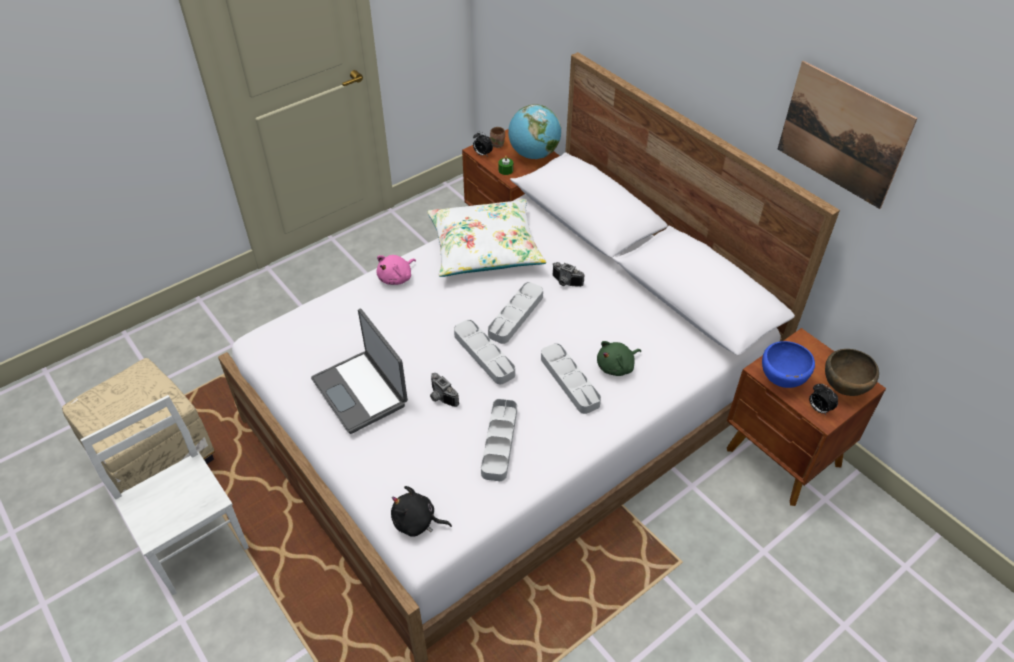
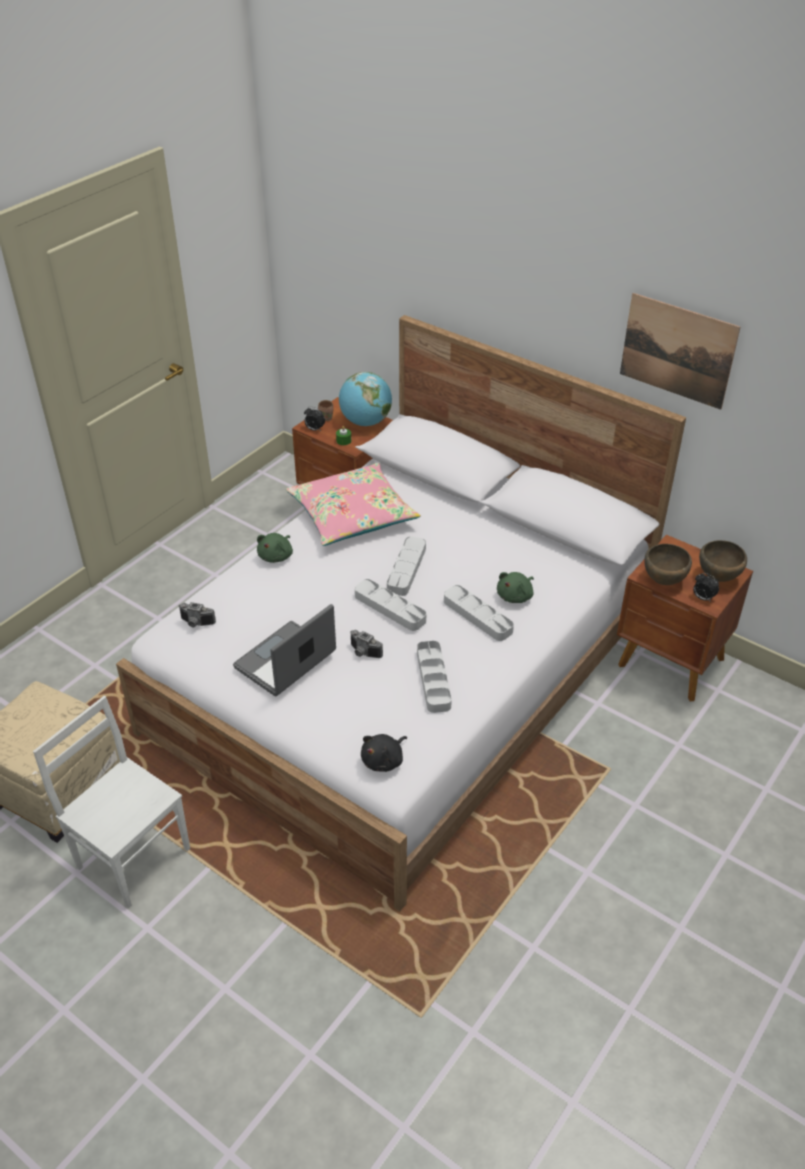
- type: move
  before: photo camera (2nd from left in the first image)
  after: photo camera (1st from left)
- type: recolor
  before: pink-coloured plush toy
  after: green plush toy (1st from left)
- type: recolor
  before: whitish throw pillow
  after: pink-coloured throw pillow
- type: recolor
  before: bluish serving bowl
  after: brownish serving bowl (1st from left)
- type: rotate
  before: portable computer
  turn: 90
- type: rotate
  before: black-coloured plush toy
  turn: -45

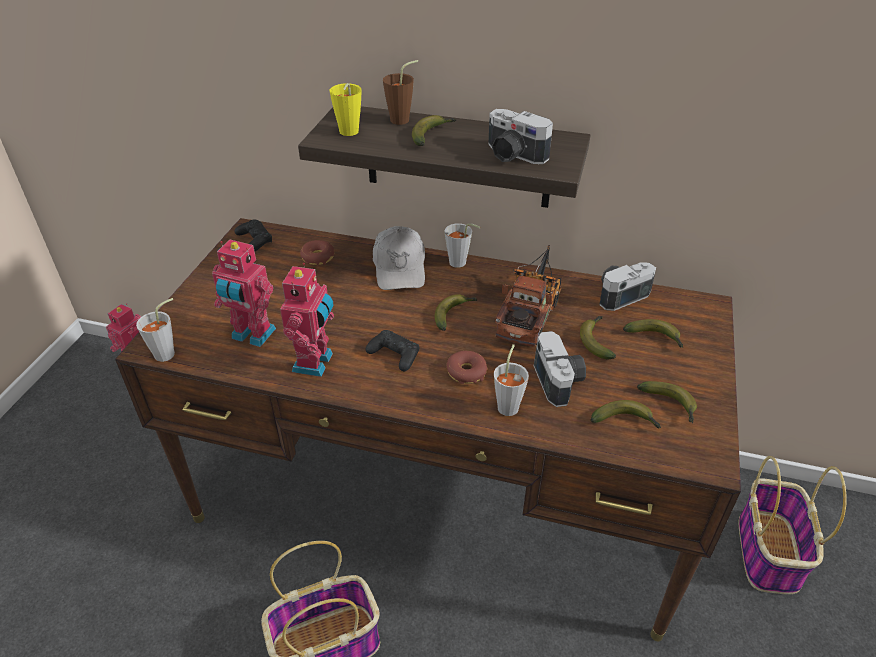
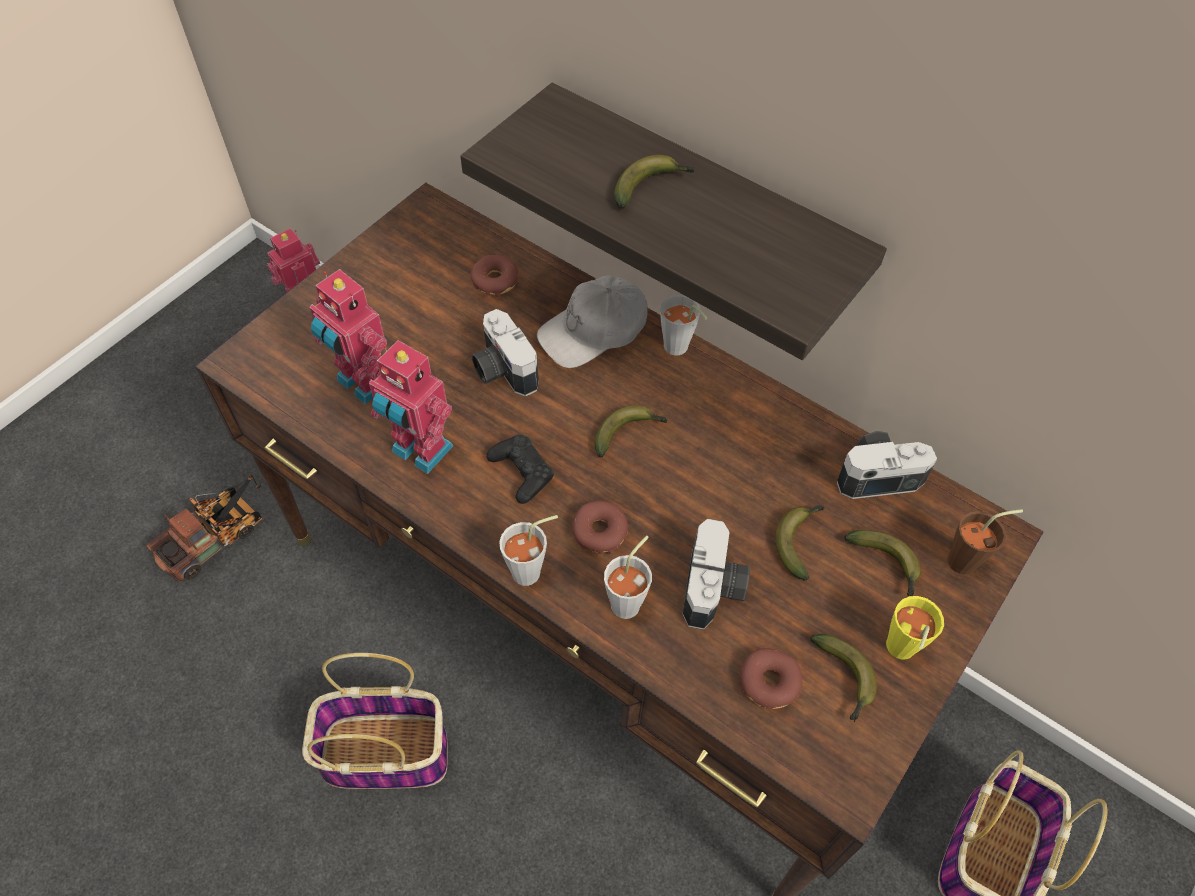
- type: delete
  before: black-coloured game controller (1st from left)
- type: move
  before: grey cup (1st from left)
- type: move
  before: yellow cup
- type: move
  before: brownish cup
- type: move
  before: photo camera (1st from left)
- type: move
  before: toy lorry
- type: replace
  before: whole banana (4th from left)
  after: ring doughnut (3rd from left)
- type: rotate
  before: toy robot (3rd from left)
  turn: 90
- type: rotate
  before: whitish cap
  turn: 45

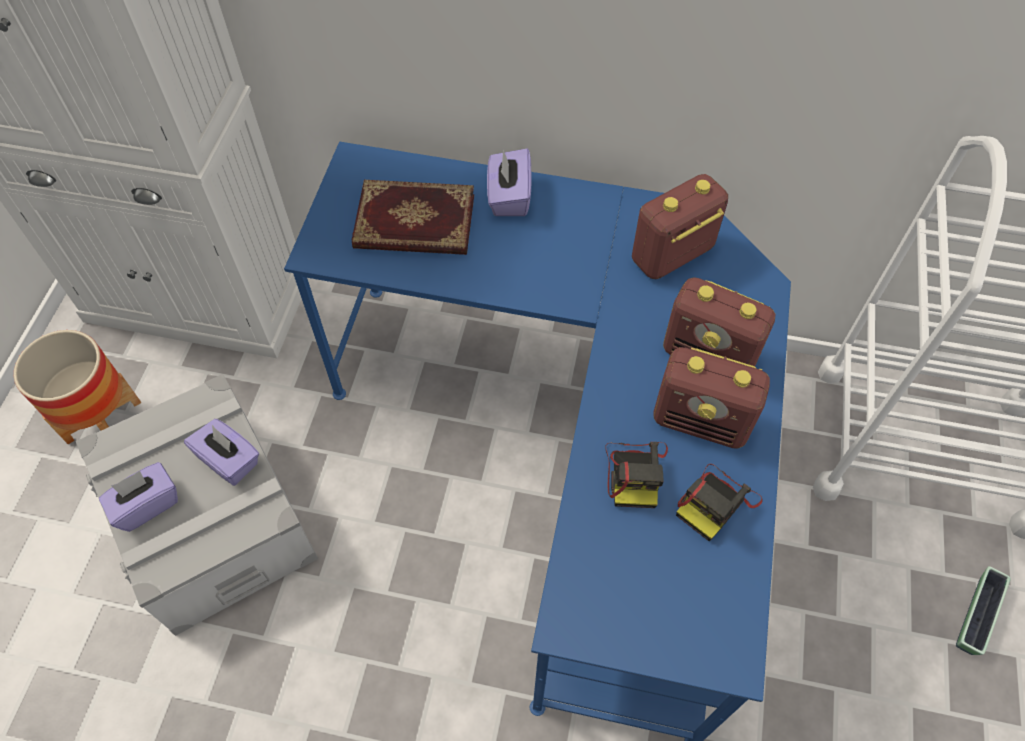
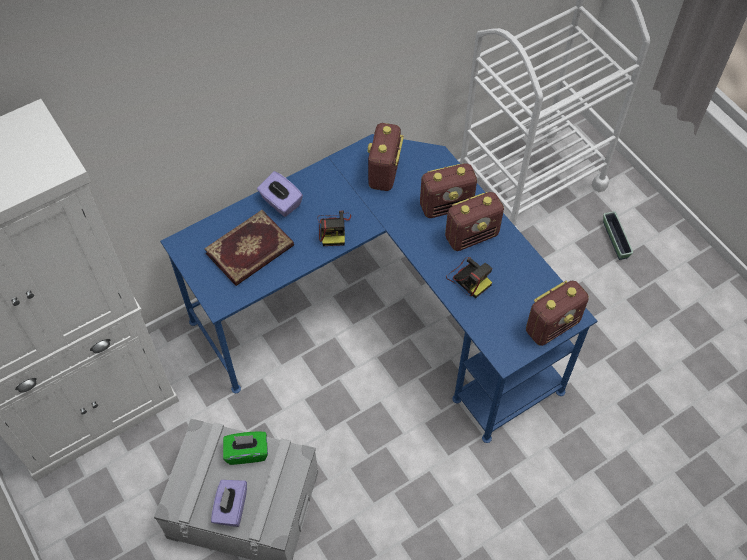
- type: delete
  before: plant pot (1st from left)
- type: insert
  after: radio (4th from left)
- type: move
  before: photo camera (2nd from left in the first image)
  after: photo camera (1st from left)
- type: recolor
  before: purple box of tissues (2nd from left)
  after: green box of tissues

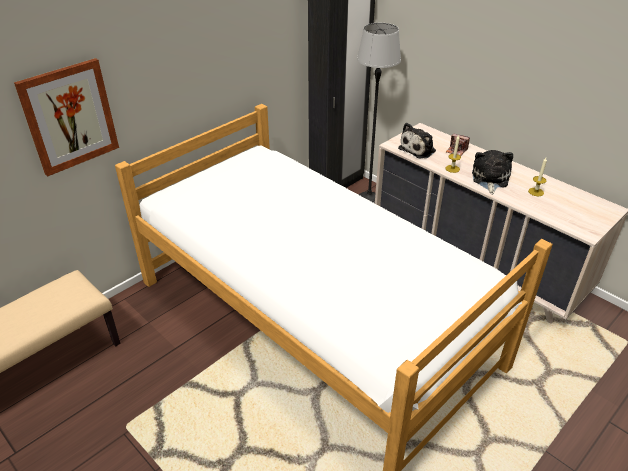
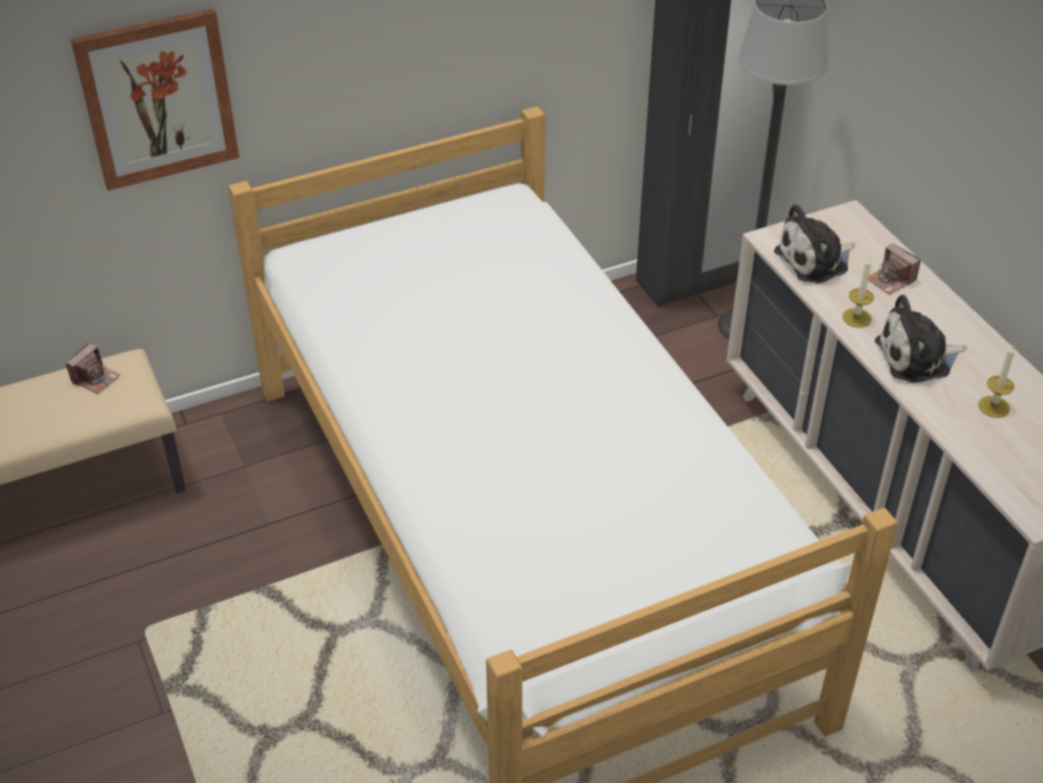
- type: insert
  after: photo camera (1st from left)
- type: rotate
  before: plush toy (2nd from left)
  turn: -135

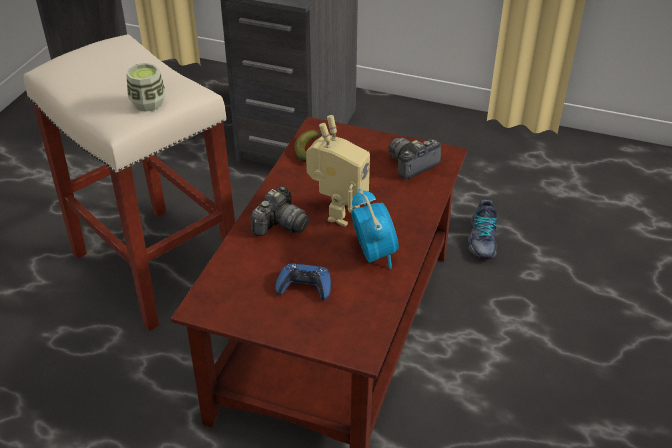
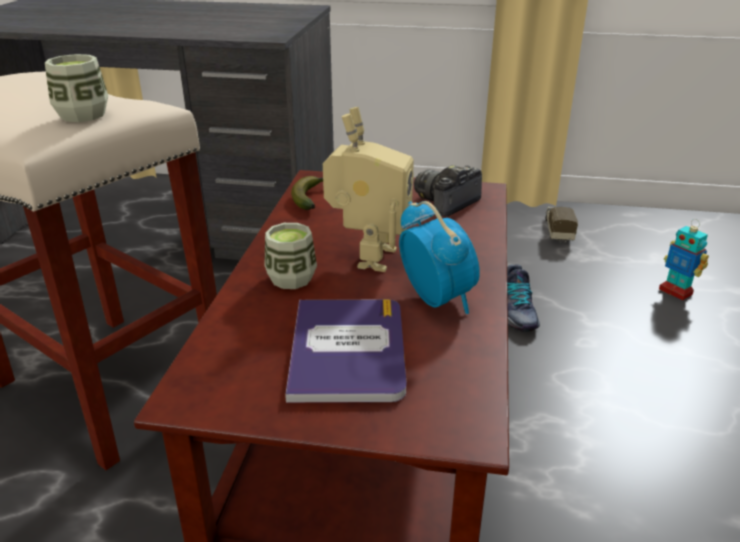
- type: insert
  after: toy lorry
- type: insert
  after: toy robot (2nd from left)
- type: replace
  before: photo camera (1st from left)
  after: cup (2nd from left)
- type: replace
  before: bluish game controller
  after: bound book

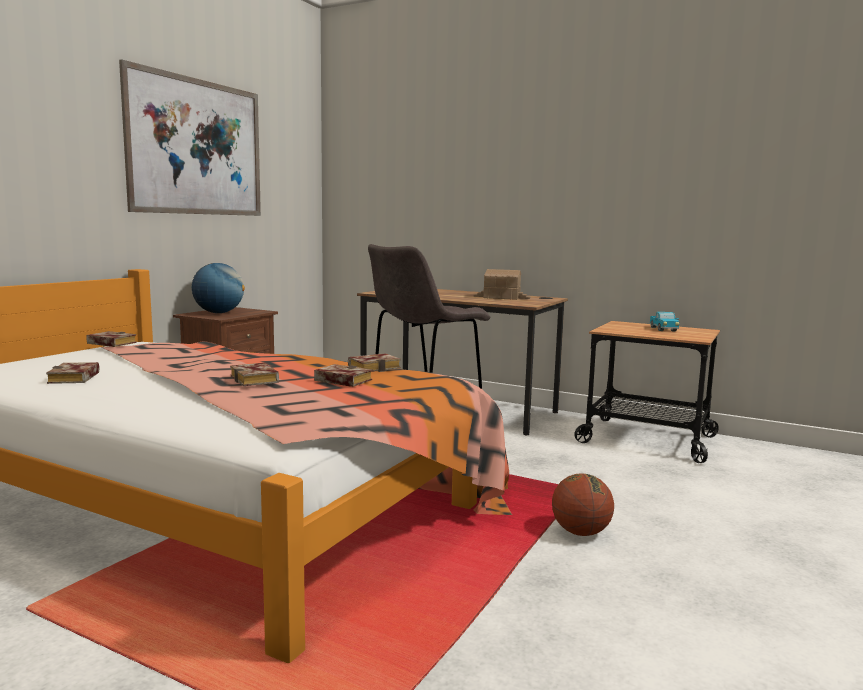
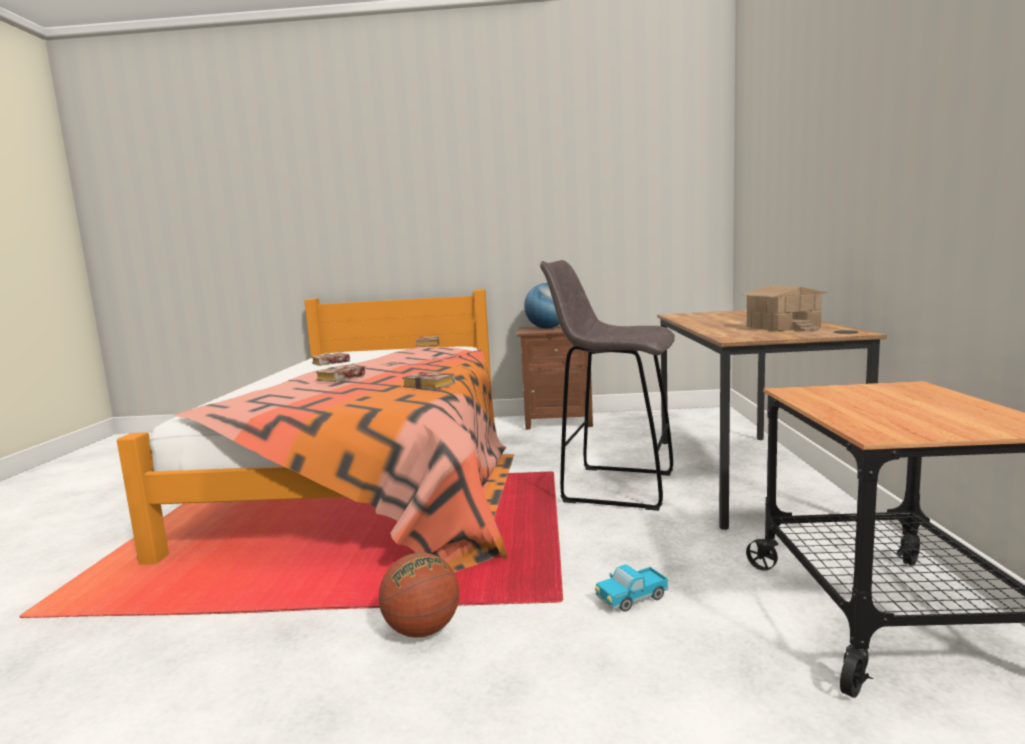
- type: delete
  before: picture
- type: delete
  before: bound book (4th from left)
- type: move
  before: toy lorry

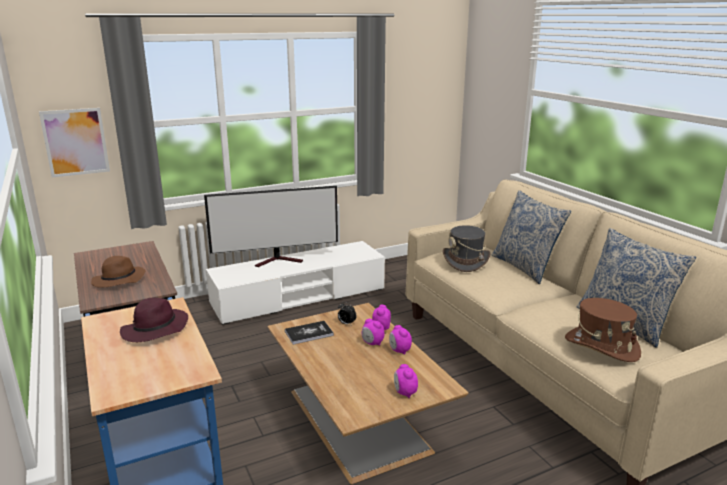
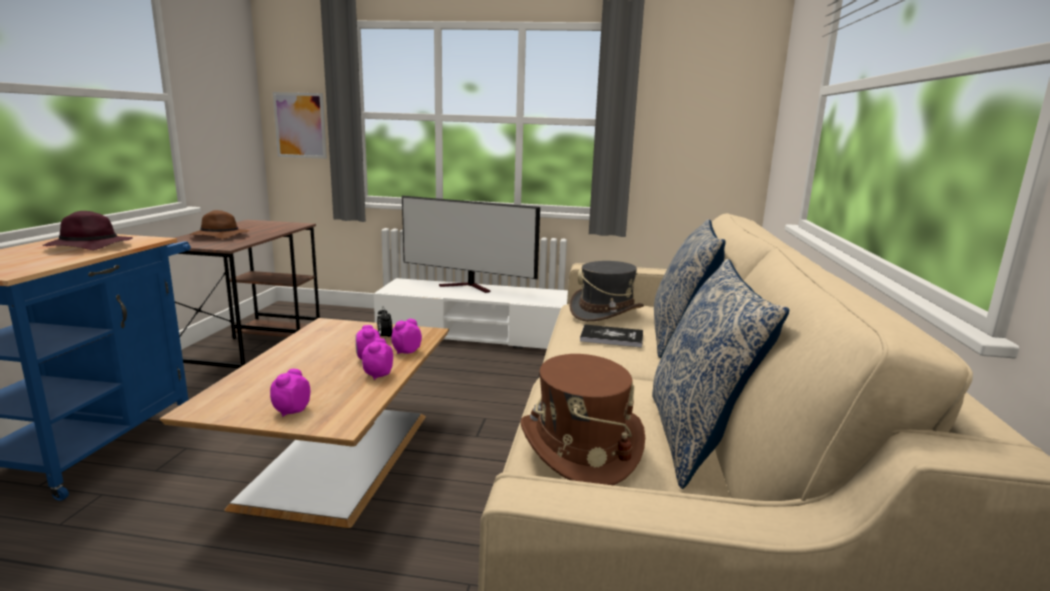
- type: move
  before: bound book

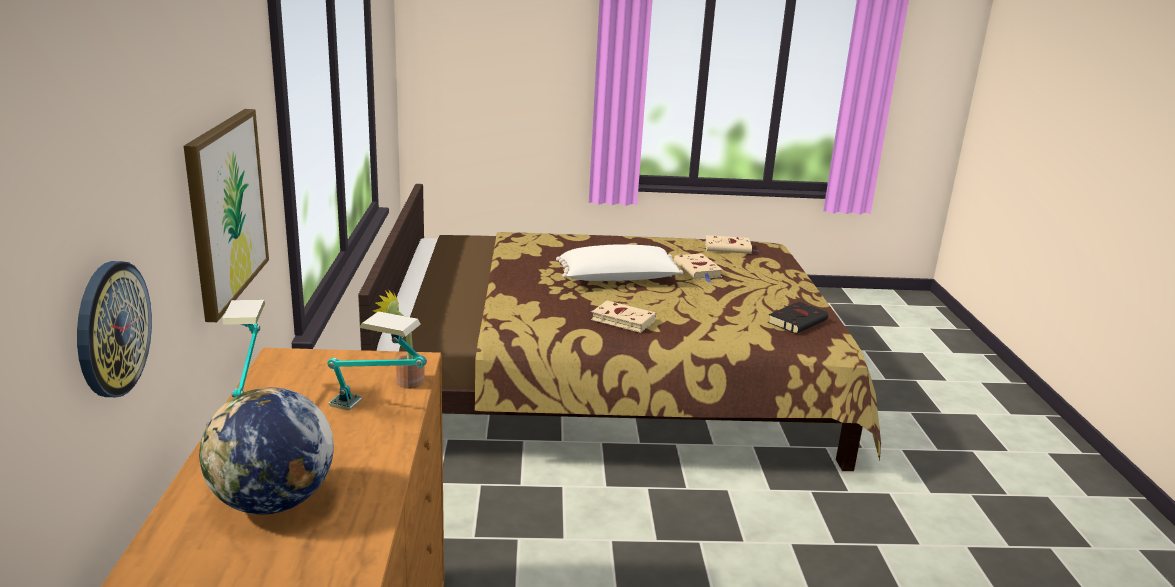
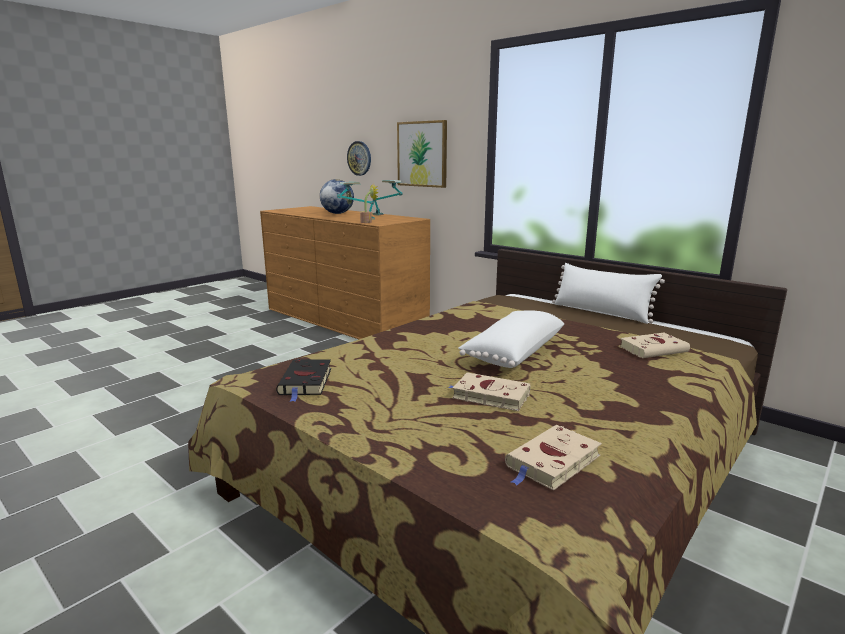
- type: insert
  after: whitish throw pillow (2nd from left)
- type: move
  before: sand-coloured bound book (1st from left in the first image)
  after: sand-coloured bound book (3rd from left)

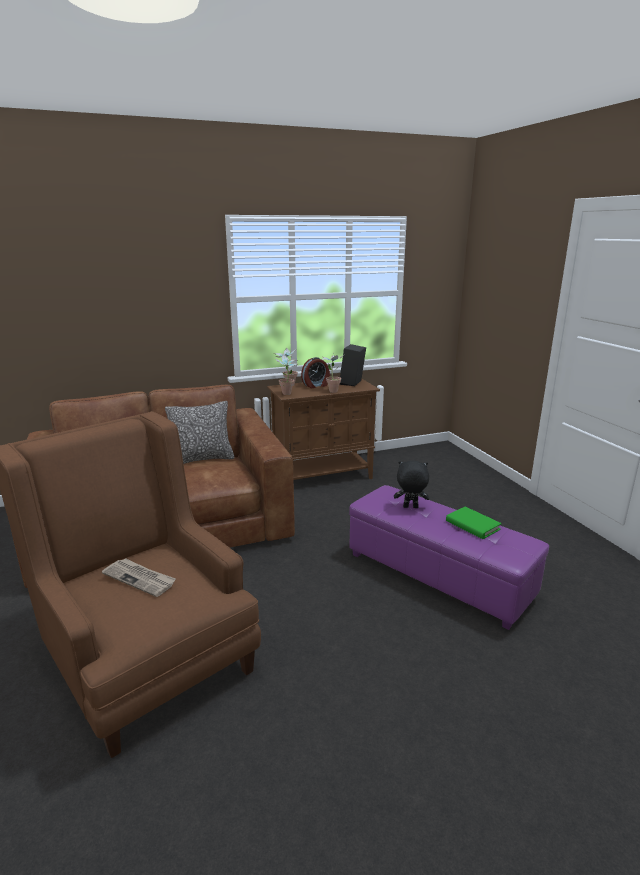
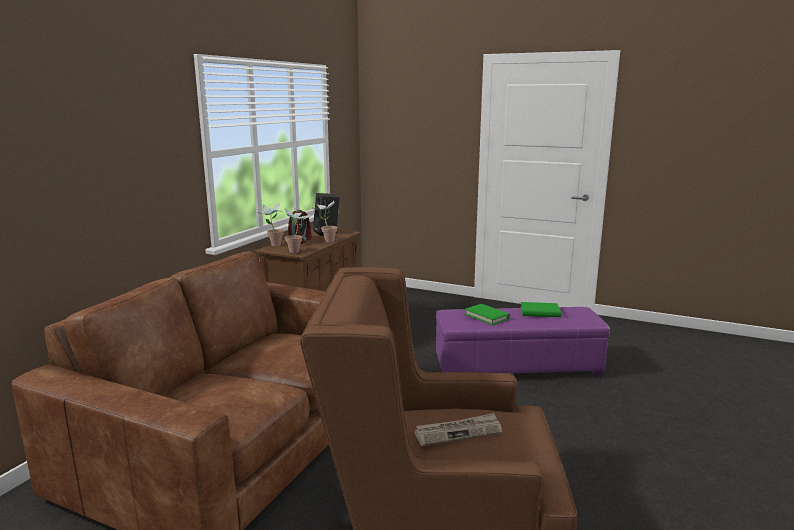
- type: delete
  before: throw pillow
- type: replace
  before: black-coloured plush toy
  after: green bound book (1st from left)

